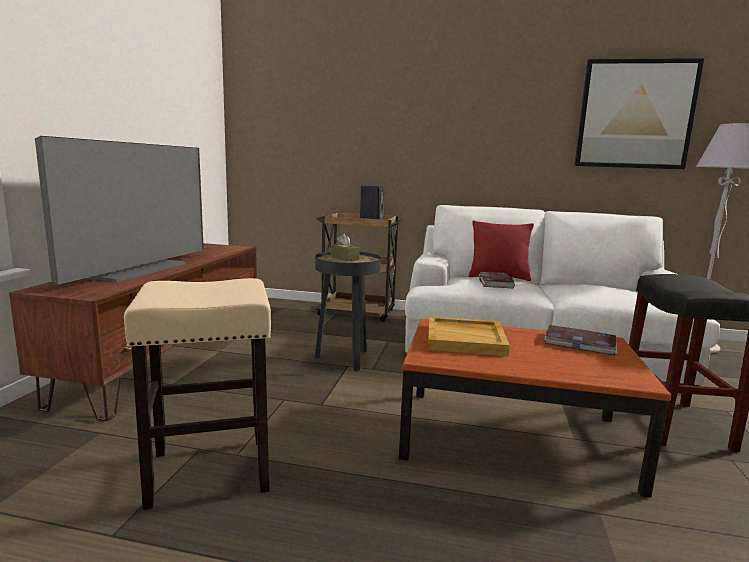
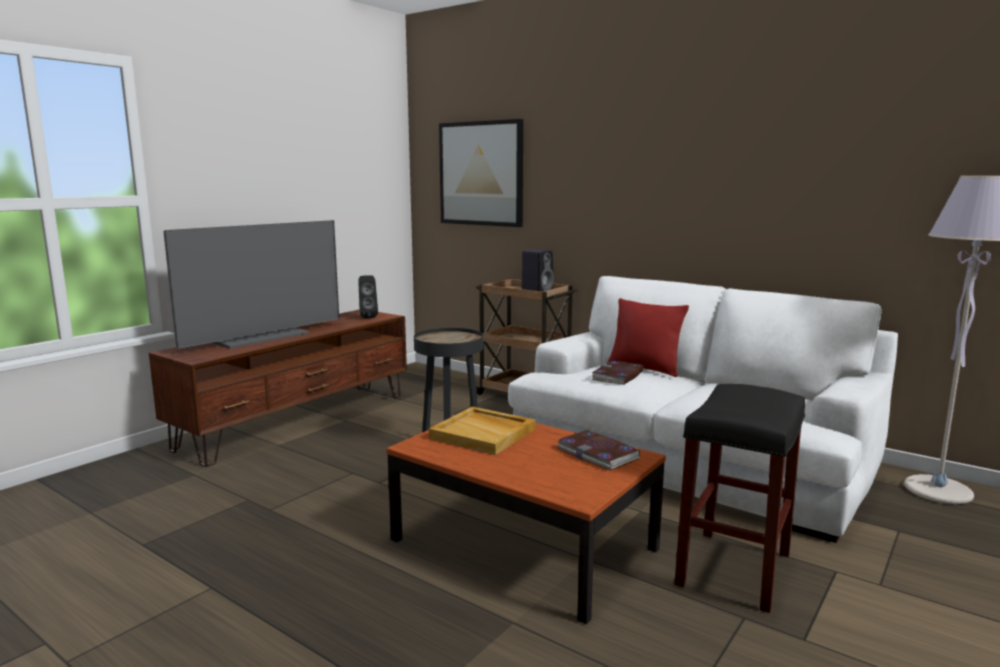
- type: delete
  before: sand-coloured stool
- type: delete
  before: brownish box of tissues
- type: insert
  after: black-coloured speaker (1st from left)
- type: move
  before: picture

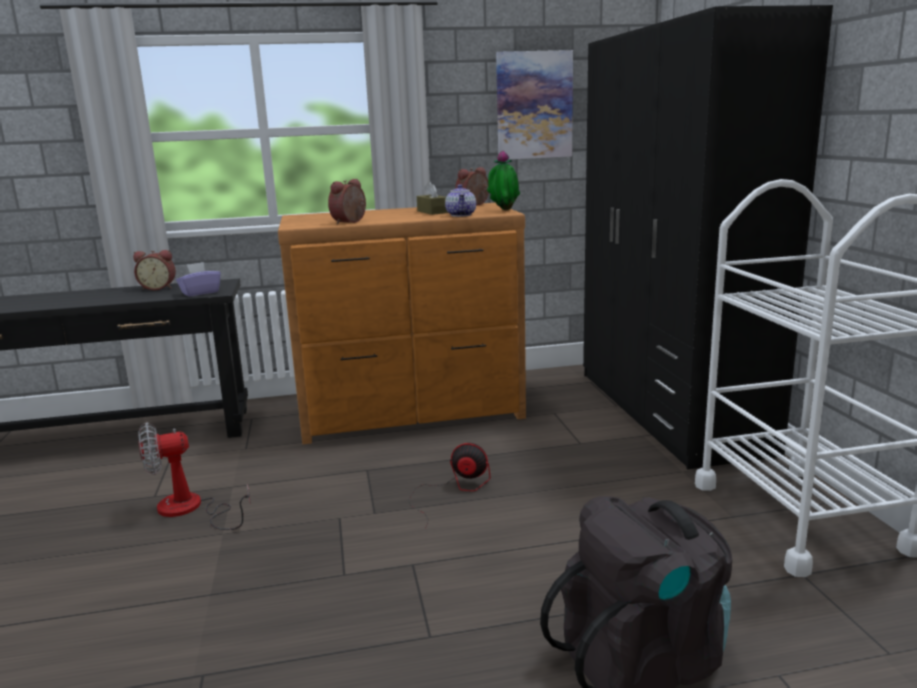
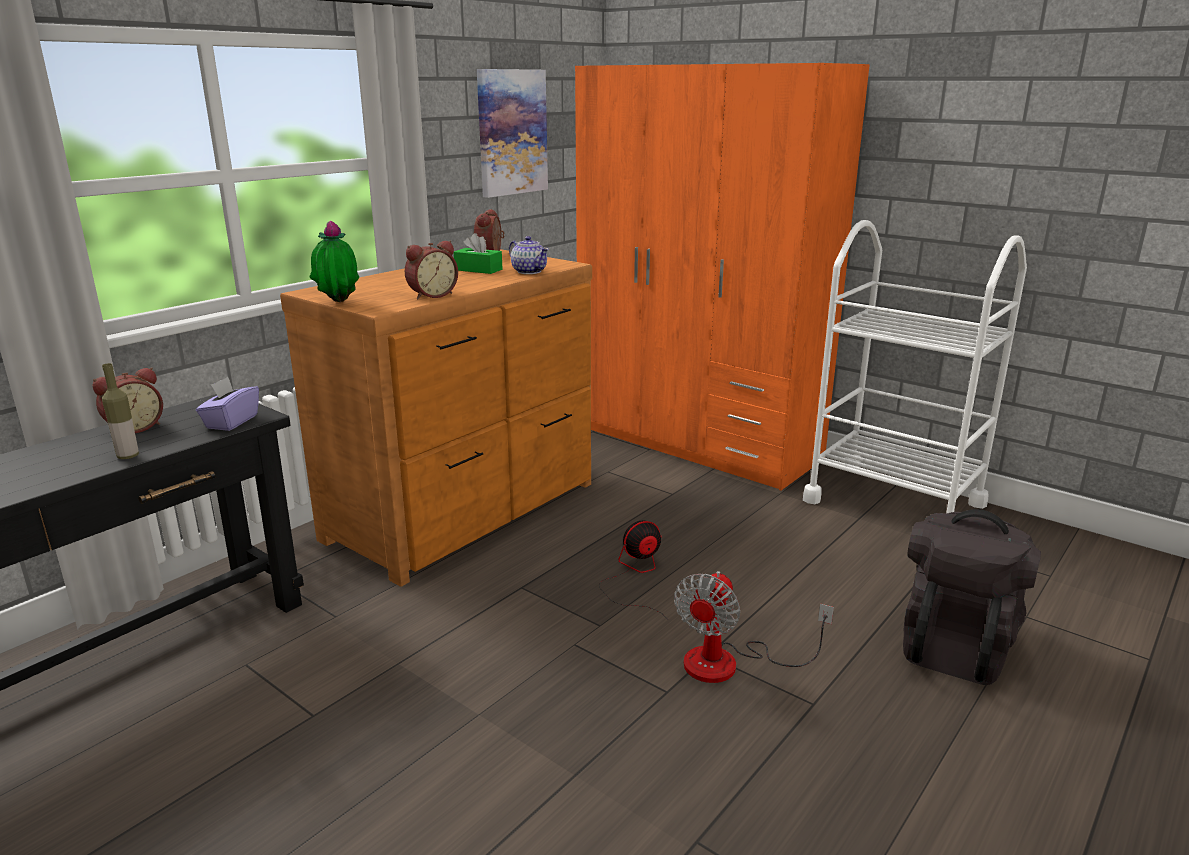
- type: insert
  after: beverage bottle
- type: move
  before: electric fan (1st from left in the first image)
  after: electric fan (2nd from left)
- type: move
  before: houseplant
- type: recolor
  before: brownish box of tissues
  after: green box of tissues
- type: recolor
  before: black-coloured wardrobe
  after: orange wardrobe
- type: rotate
  before: alarm clock (2nd from left)
  turn: -120

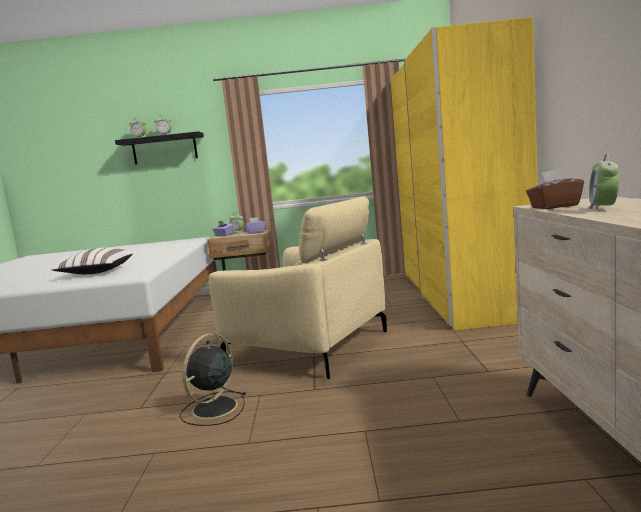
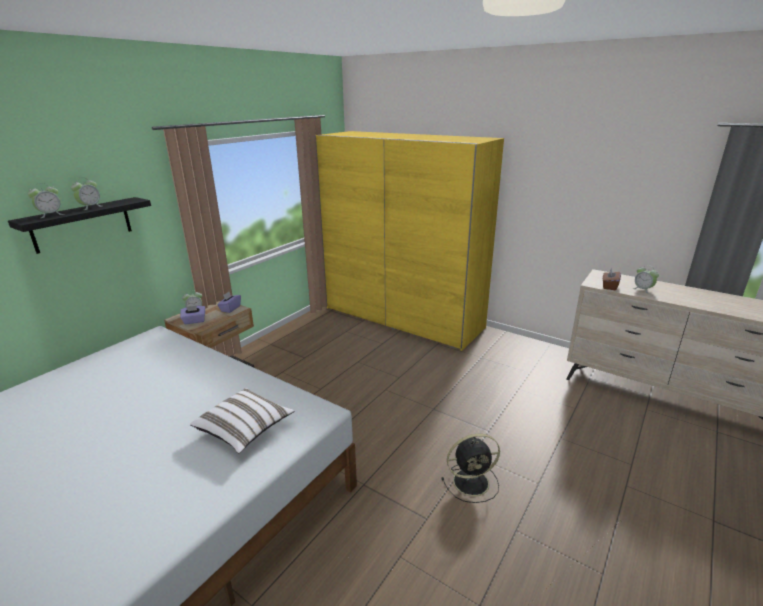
- type: delete
  before: sand-coloured armchair
- type: rotate
  before: black-coloured electric fan
  turn: -75

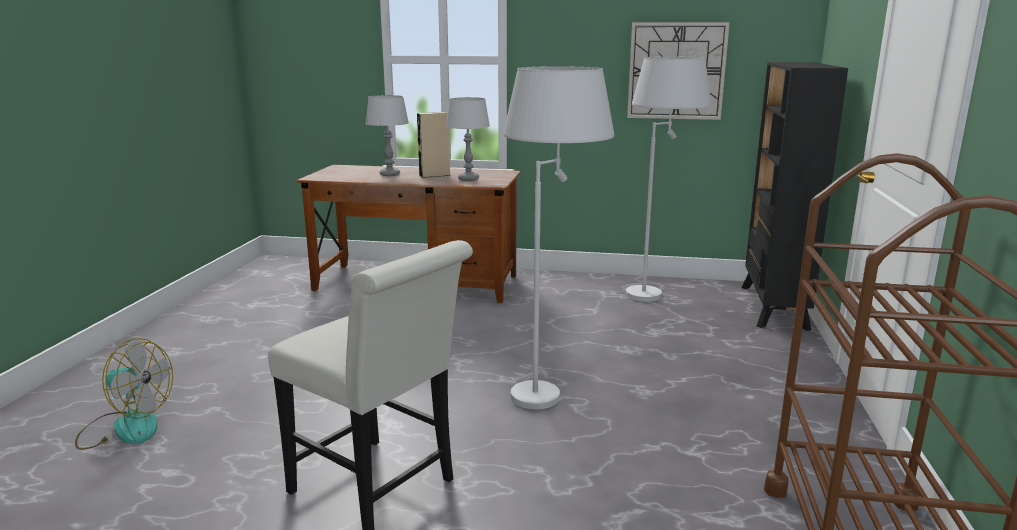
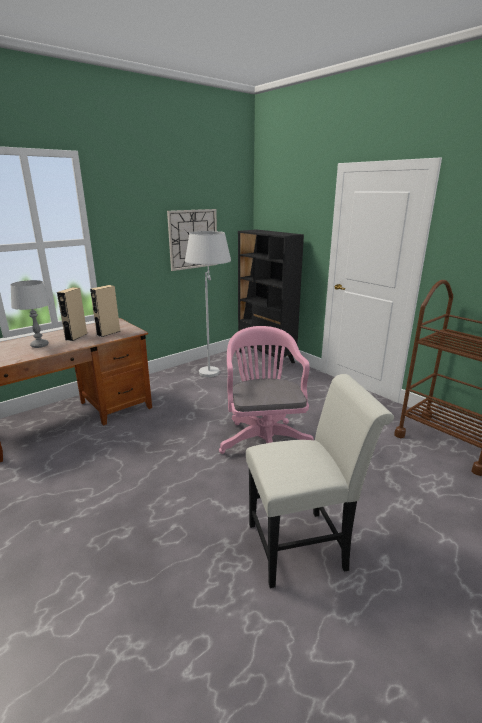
- type: delete
  before: electric fan
- type: replace
  before: grey tabletop lamp (2nd from left)
  after: sand-coloured speaker (2nd from left)
- type: replace
  before: whitish standard lamp (1st from left)
  after: pink-coloured office chair

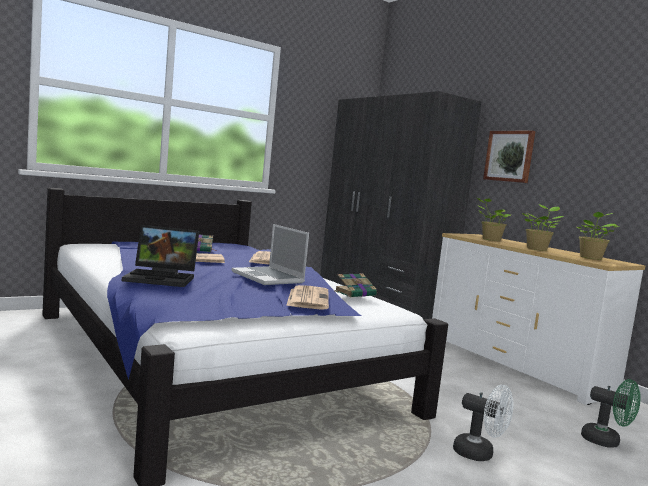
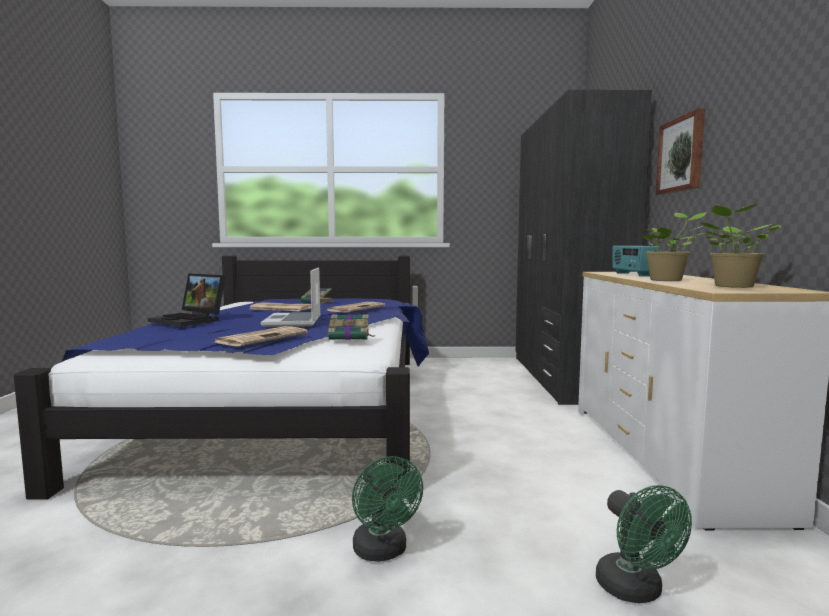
- type: replace
  before: houseplant (1st from left)
  after: radio
- type: recolor
  before: whitish electric fan
  after: green electric fan (1st from left)

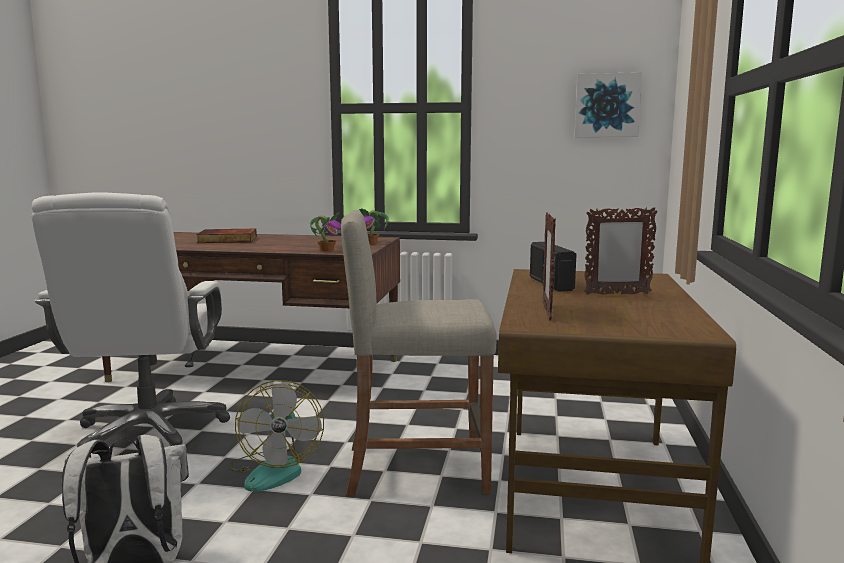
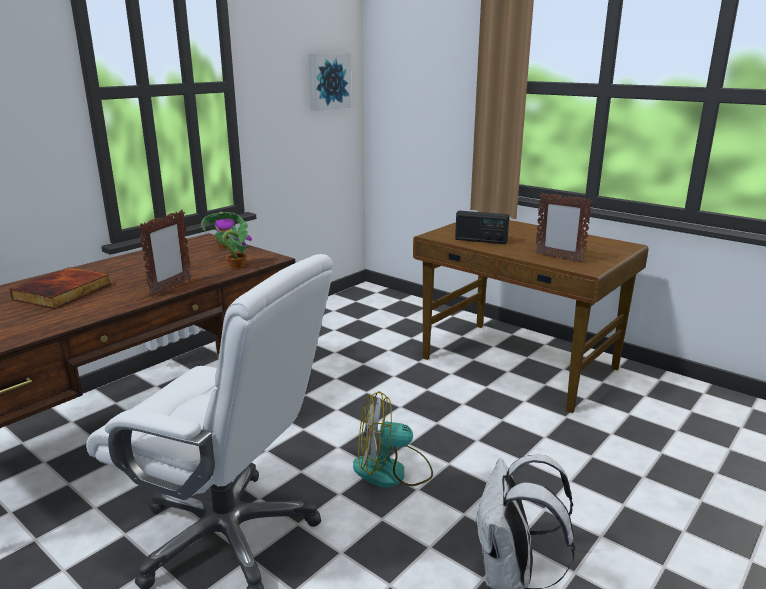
- type: delete
  before: sand-coloured stool
- type: move
  before: photo frame (2nd from left in the first image)
  after: photo frame (1st from left)
- type: rotate
  before: electric fan
  turn: 150

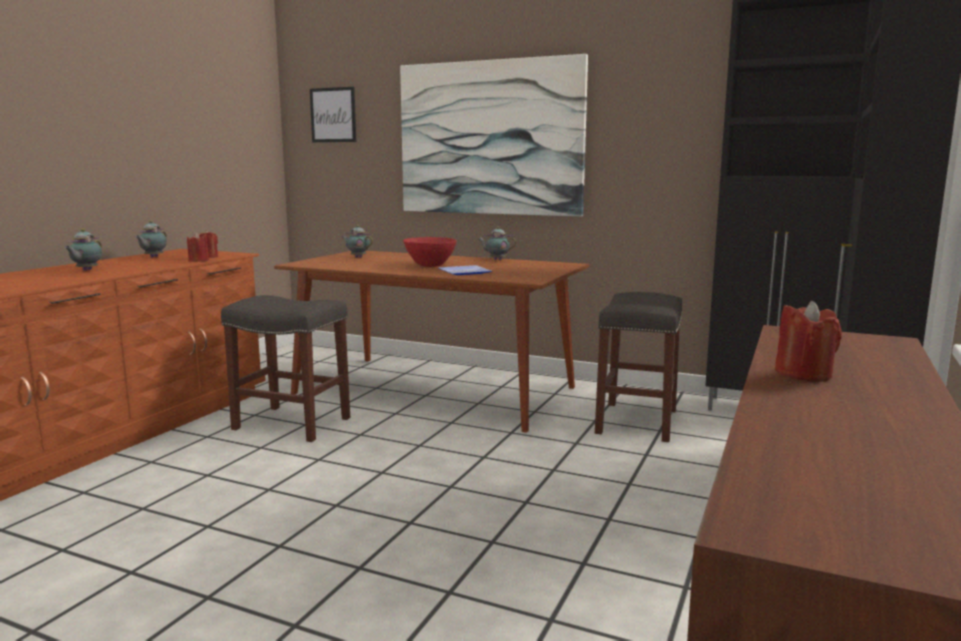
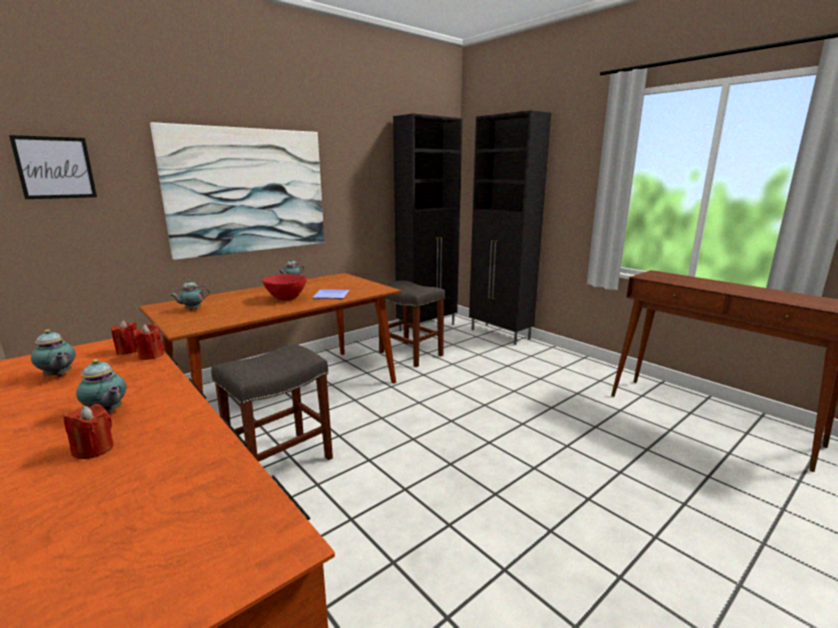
- type: move
  before: red-coloured wax light (3rd from left in the first image)
  after: red-coloured wax light (1st from left)

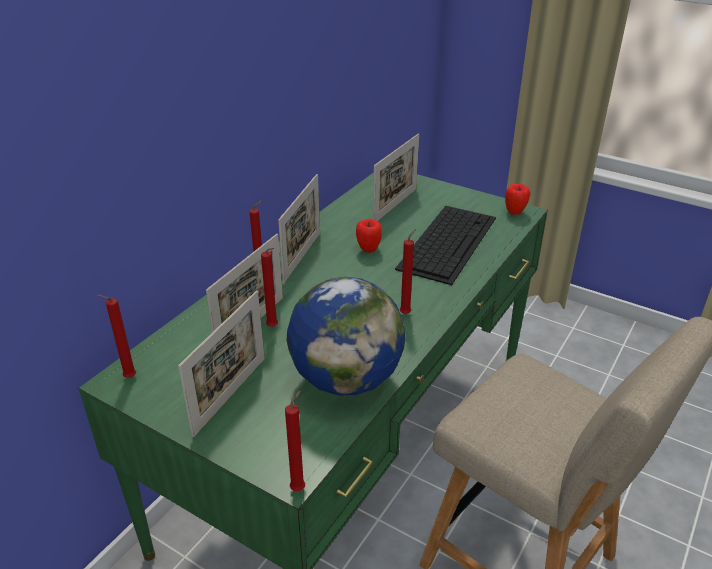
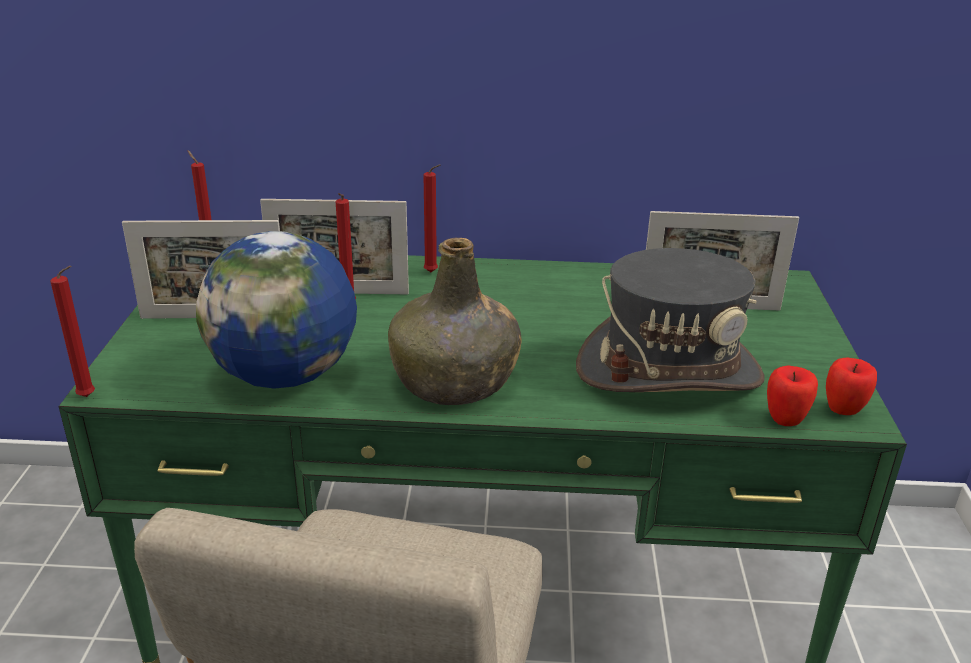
- type: delete
  before: photo frame (3rd from left)
- type: move
  before: whole apple (1st from left)
- type: replace
  before: keyboard
  after: grey hat
- type: replace
  before: red-coloured wax light (5th from left)
  after: green beverage bottle

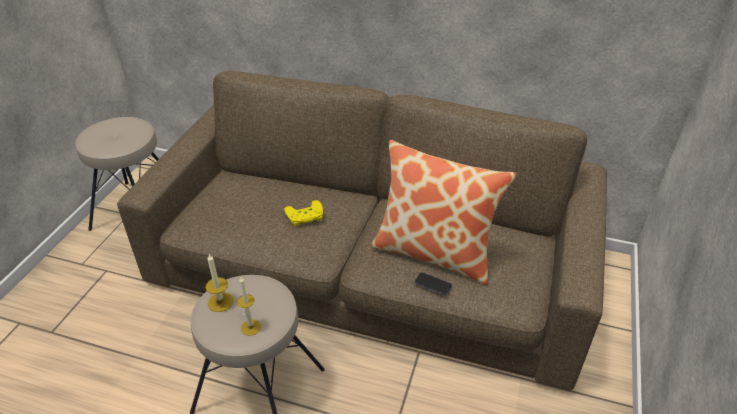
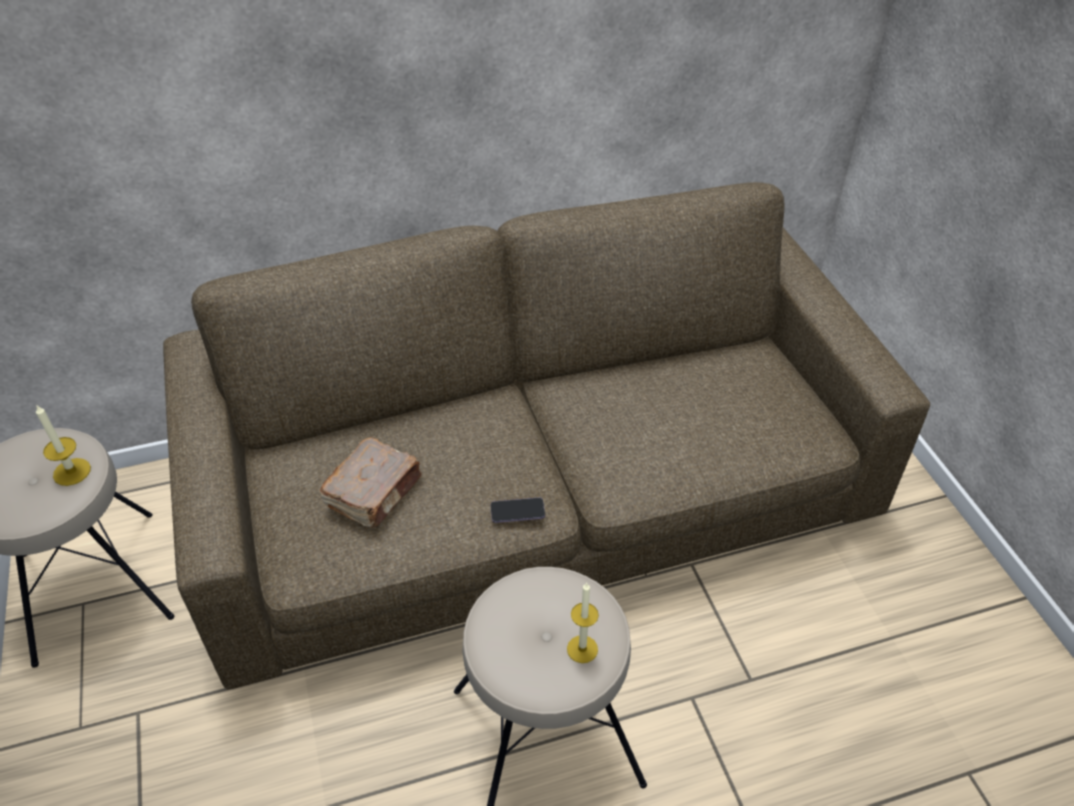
- type: delete
  before: yellow game controller
- type: delete
  before: throw pillow
- type: insert
  after: brownish bound book
- type: move
  before: wax light (1st from left)
- type: move
  before: phone

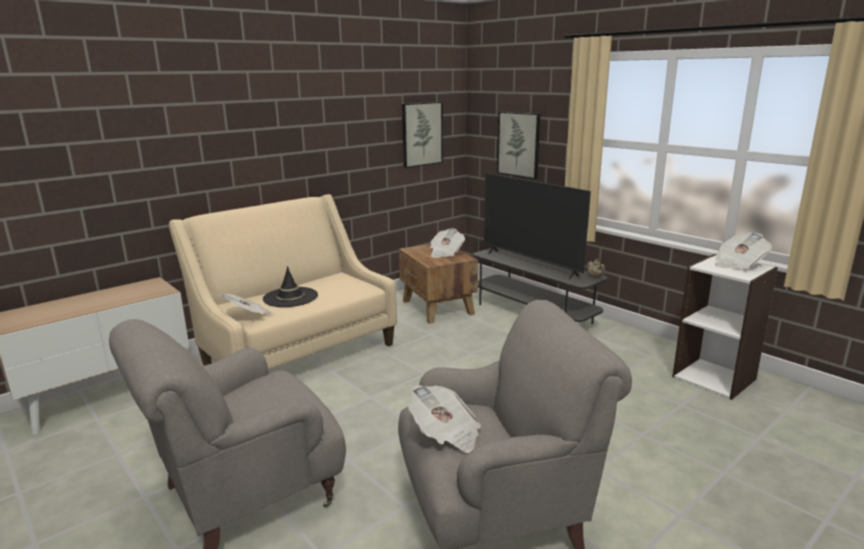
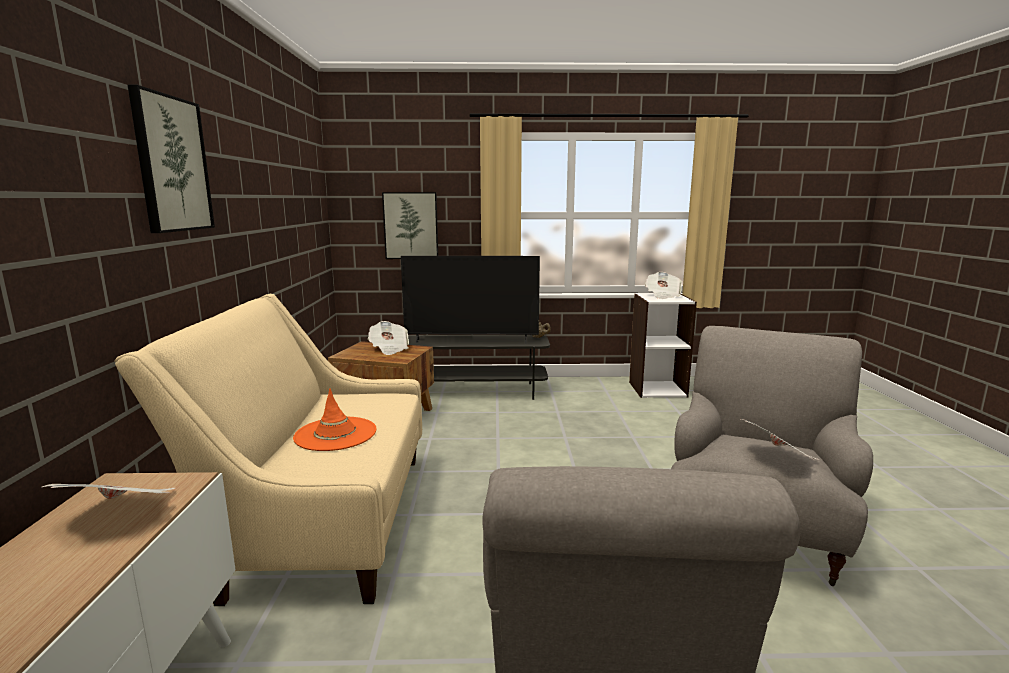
- type: move
  before: printed paper (1st from left)
- type: move
  before: picture (1st from left)
- type: recolor
  before: black-coloured hat
  after: orange hat

